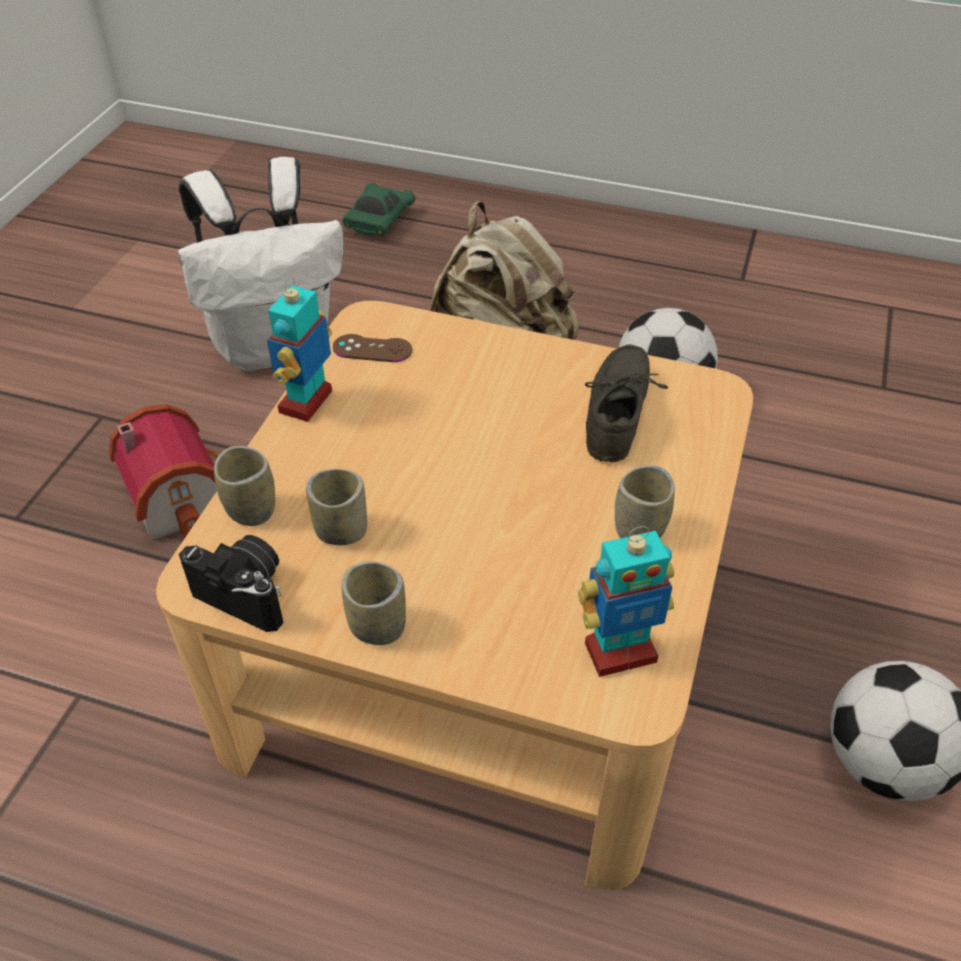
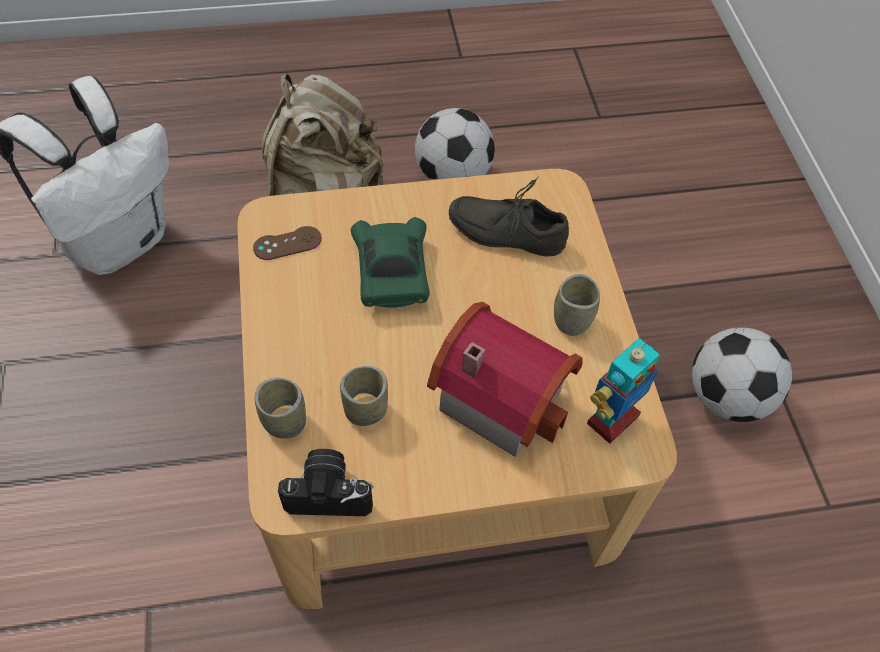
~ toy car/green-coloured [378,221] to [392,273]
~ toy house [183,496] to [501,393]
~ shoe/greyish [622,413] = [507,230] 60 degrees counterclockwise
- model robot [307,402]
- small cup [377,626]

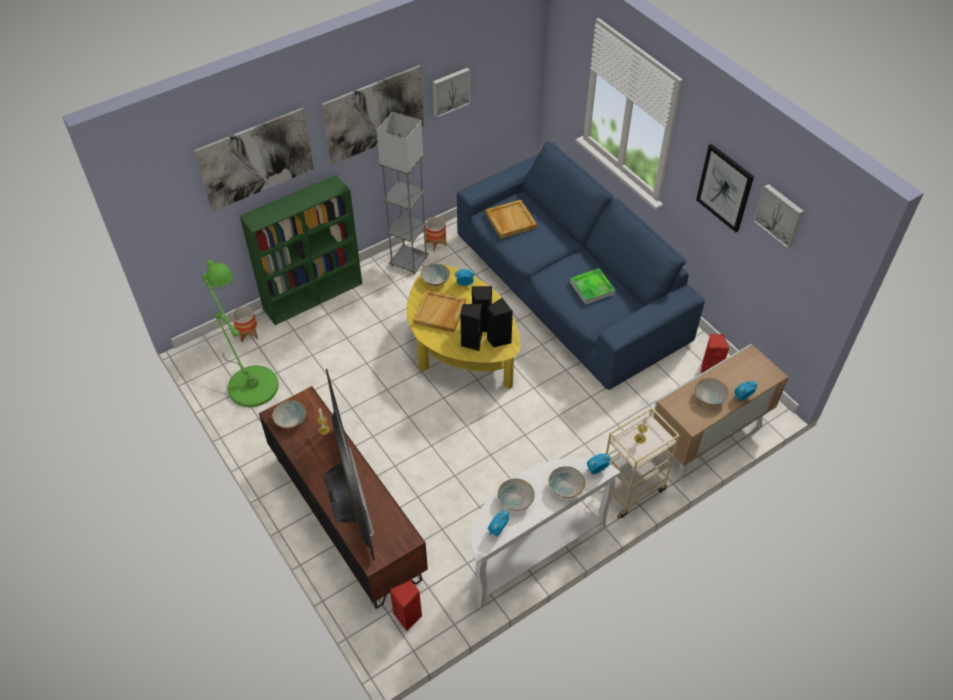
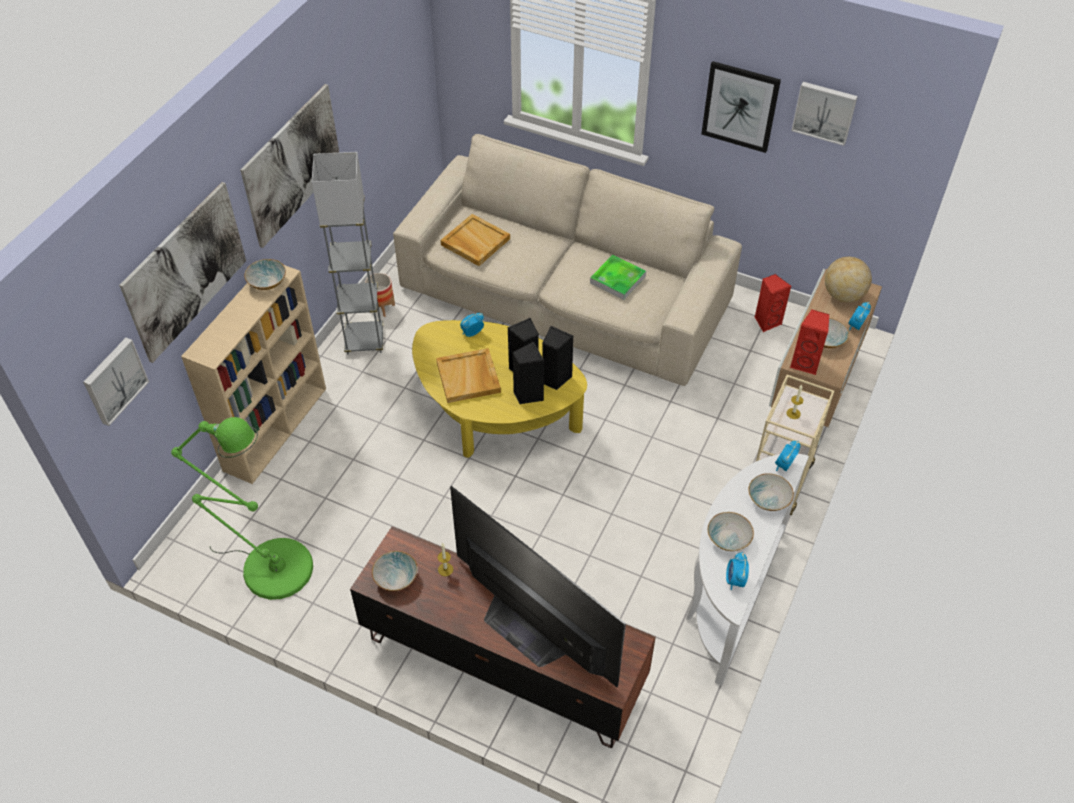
~ picture [450,91] to [114,380]
~ bookcase/green-coloured [314,295] to bookcase/beige [276,427]
~ bowl [436,280] to [268,282]
~ sofa/blue [568,288] to sofa/beige [563,296]
~ audio speaker/red-coloured [408,617] to [805,363]
+ desk globe [843,295]
- flower pot [248,334]

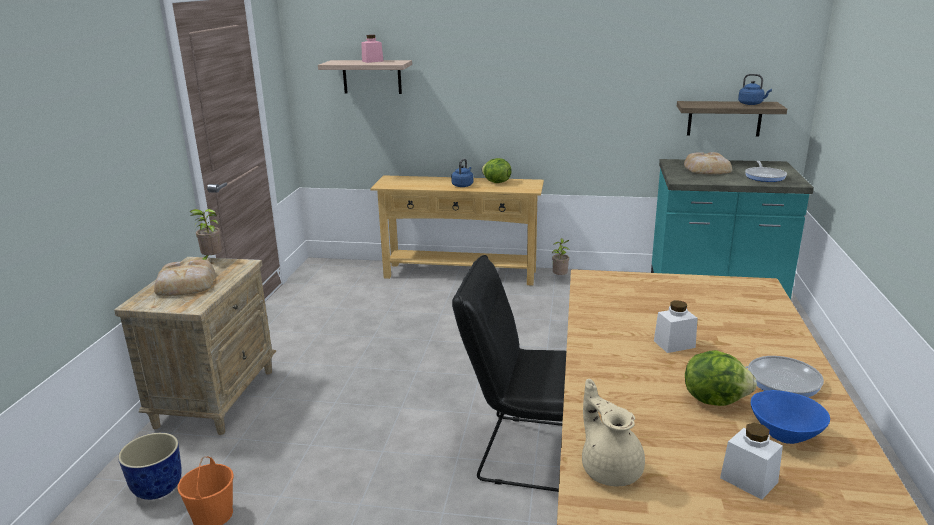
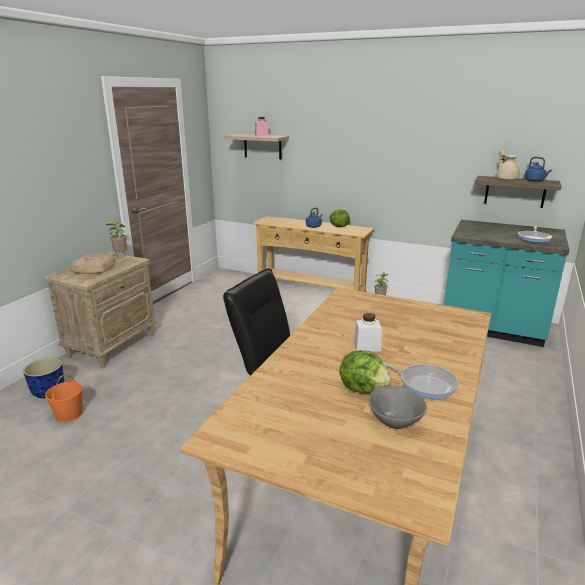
~ bowl/blue [784,434] to bowl/greyish [395,421]
~ teapot/beige [610,468] to [506,179]
- bakery bread [706,169]
- storage jar/whitish [748,480]

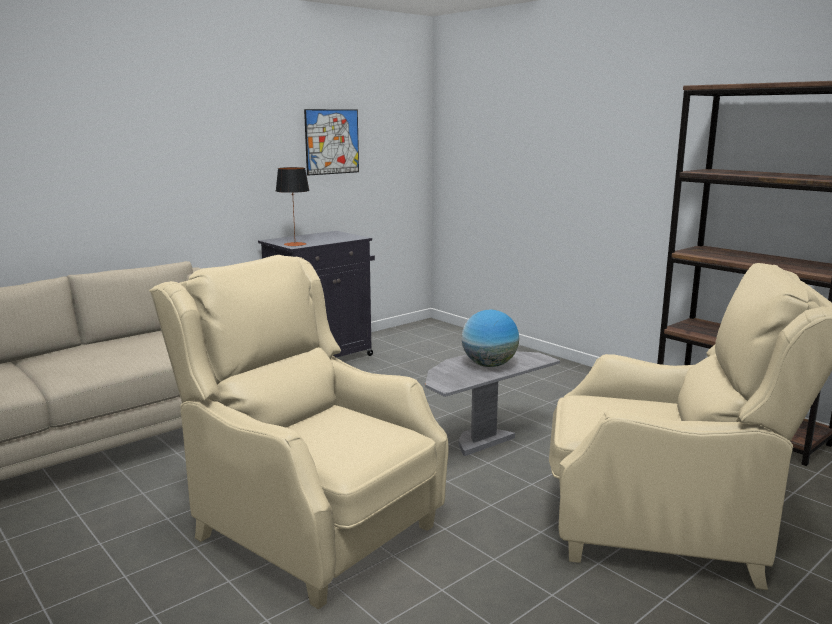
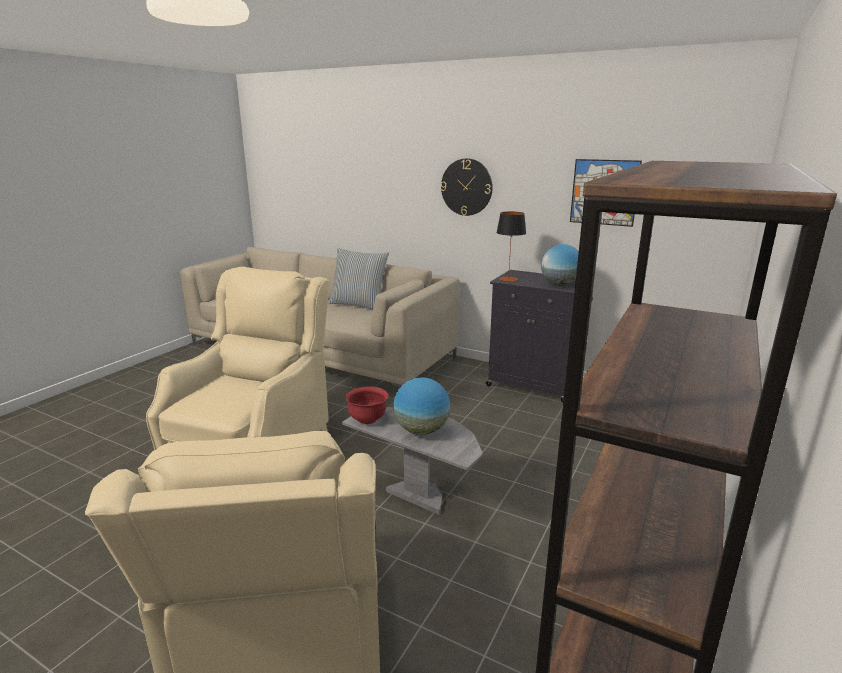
+ cushion [359,305]
+ bowl/red-coloured [367,419]
+ clock on the wall [466,187]
+ desk globe [560,285]

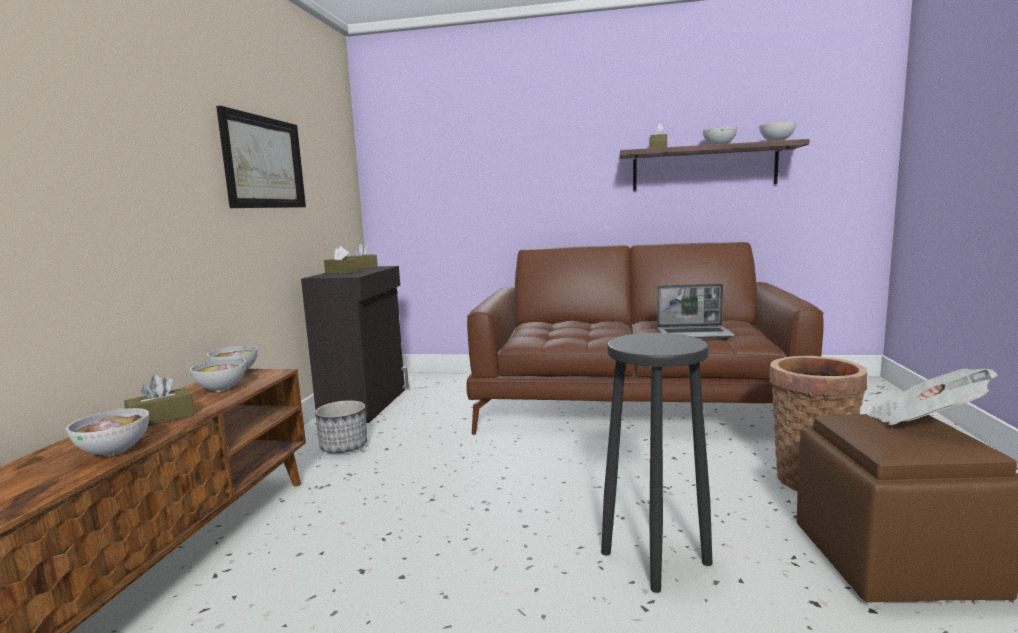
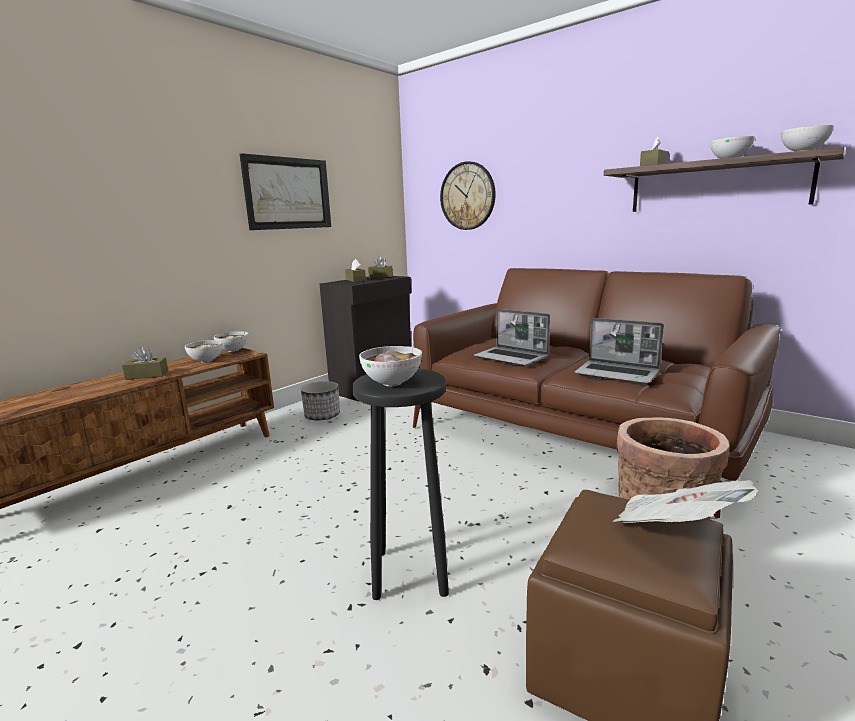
~ bowl [115,451] to [393,383]
+ clock on the wall [467,196]
+ portable computer [512,357]

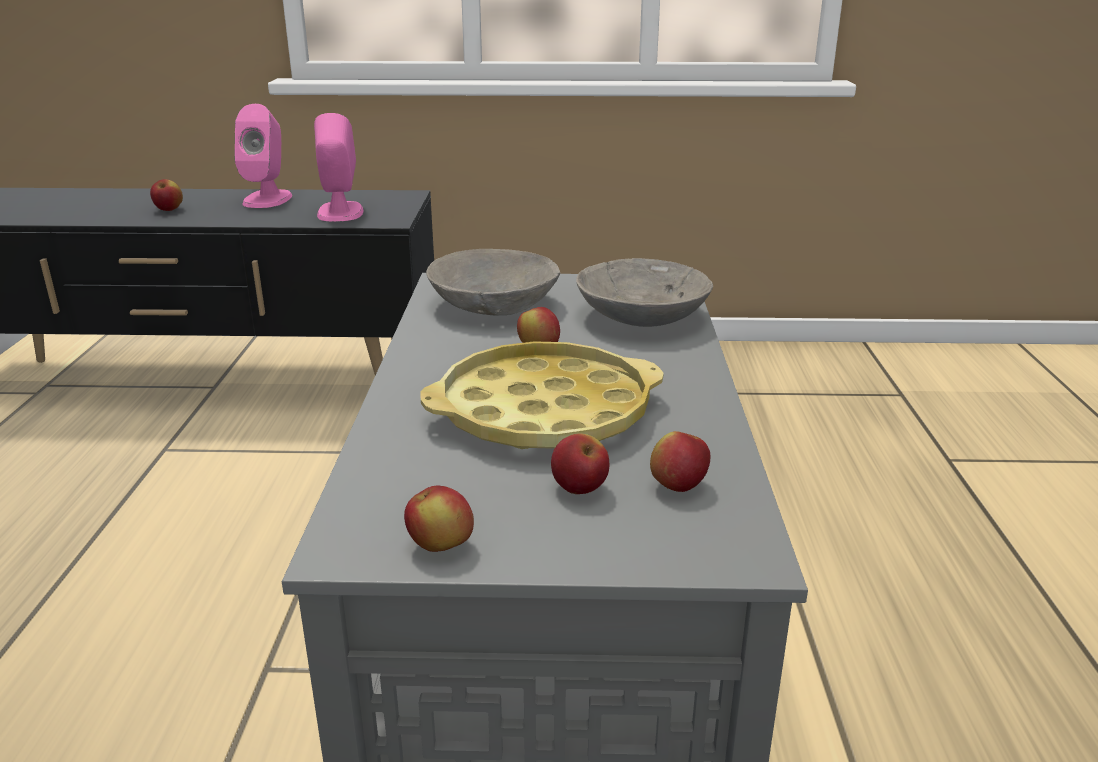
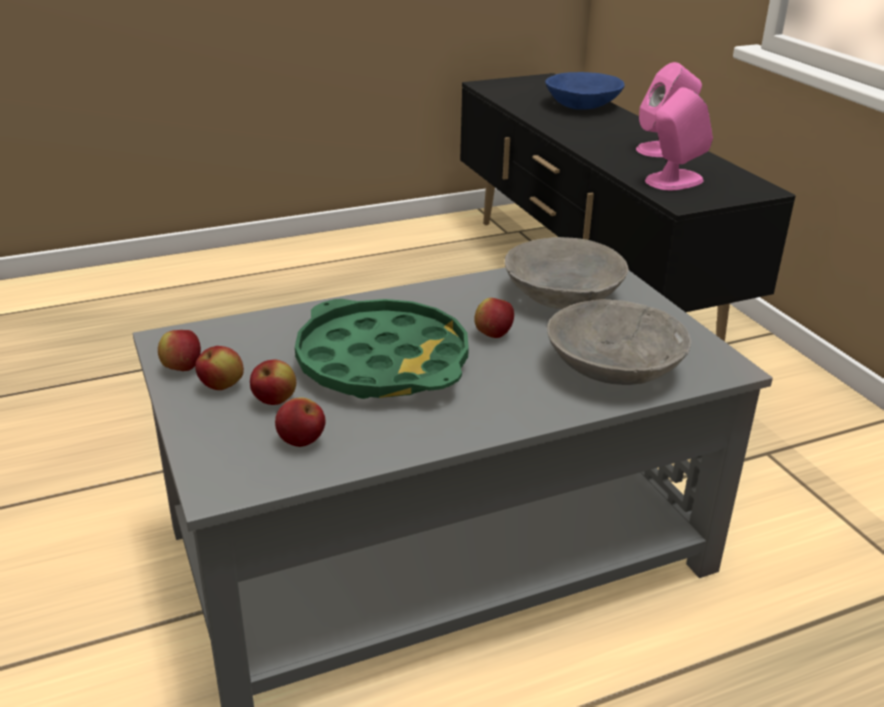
~ whole apple [169,210] to [222,387]
~ tray/yellowish [544,411] to tray/green-coloured [382,362]
+ bowl/blue [583,105]

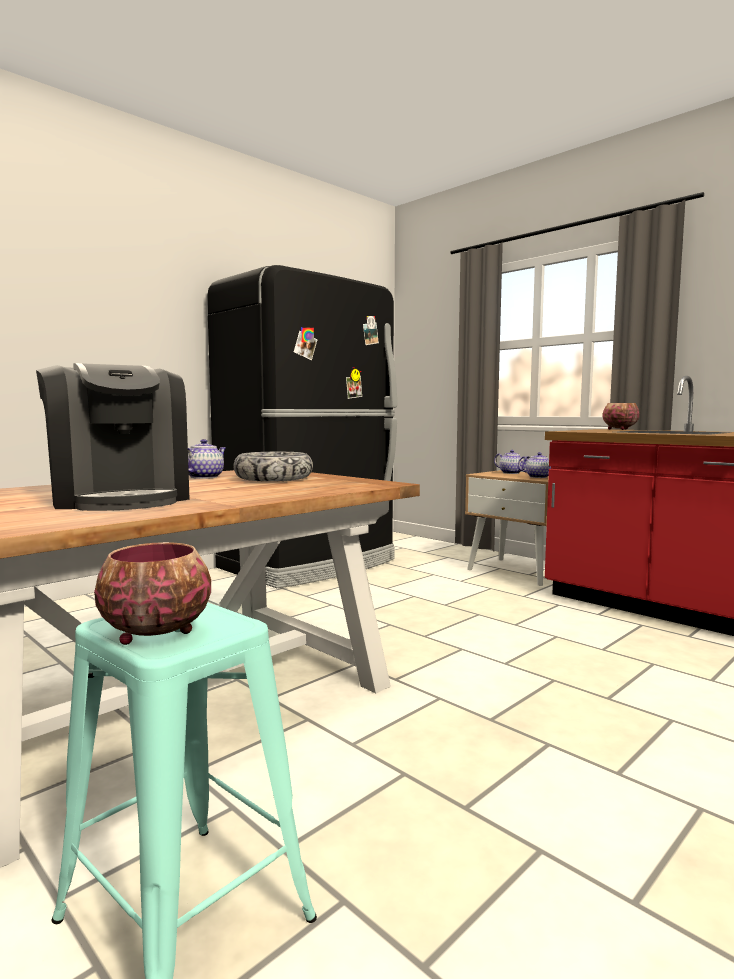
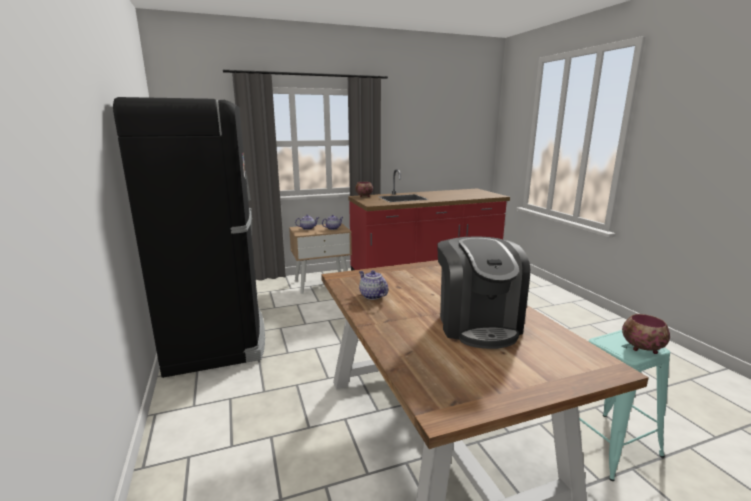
~ coffee maker [120,499] = [477,324] 90 degrees clockwise
- bowl [273,478]

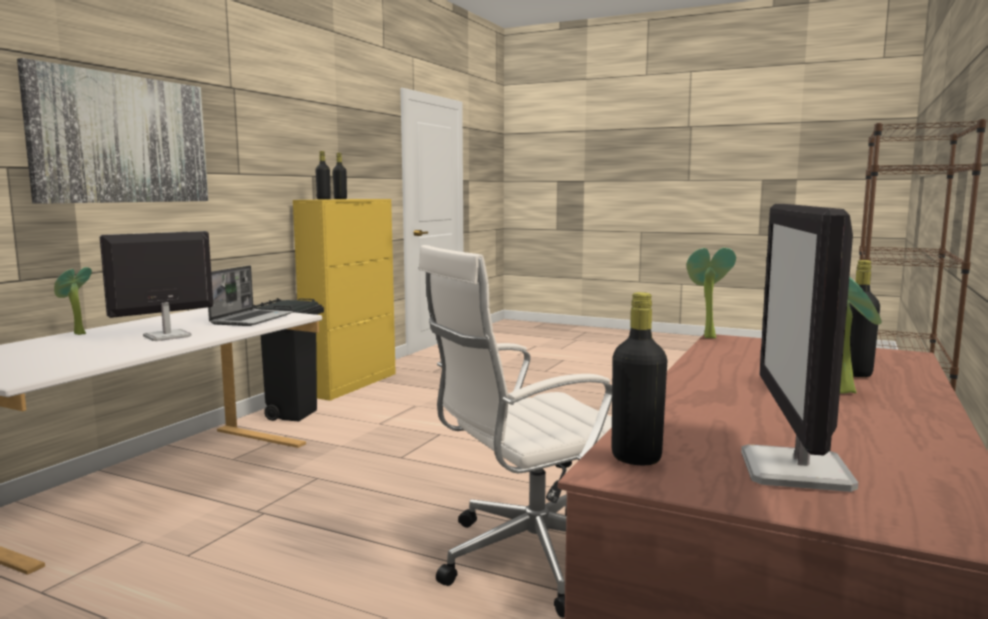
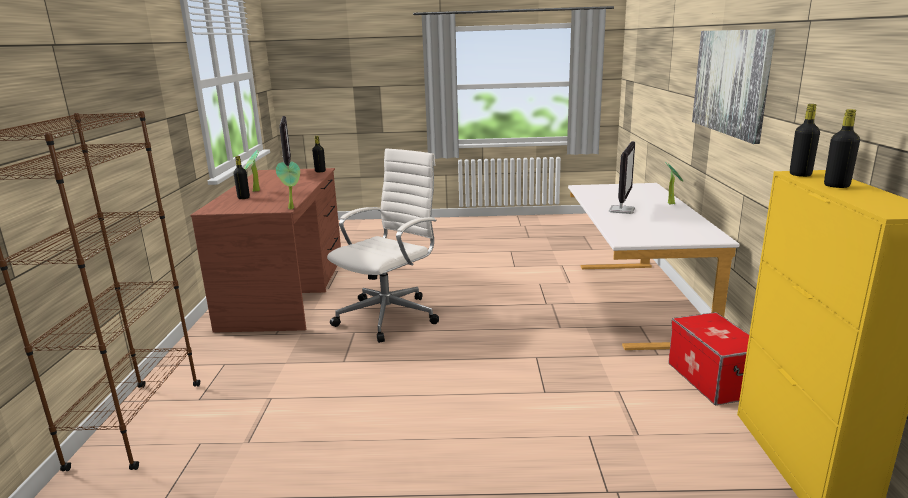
~ trash can/black [293,414] to storage box [713,379]
- portable computer [252,319]

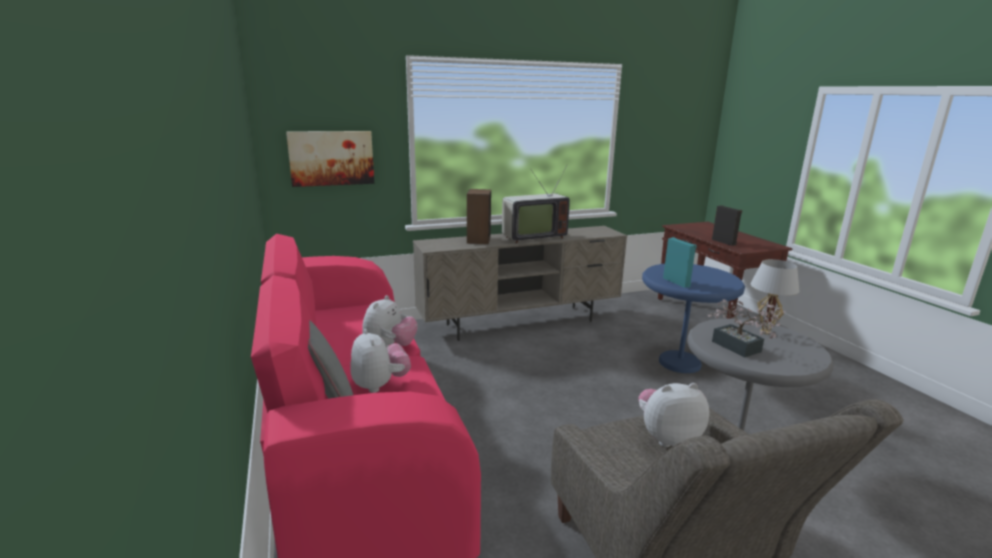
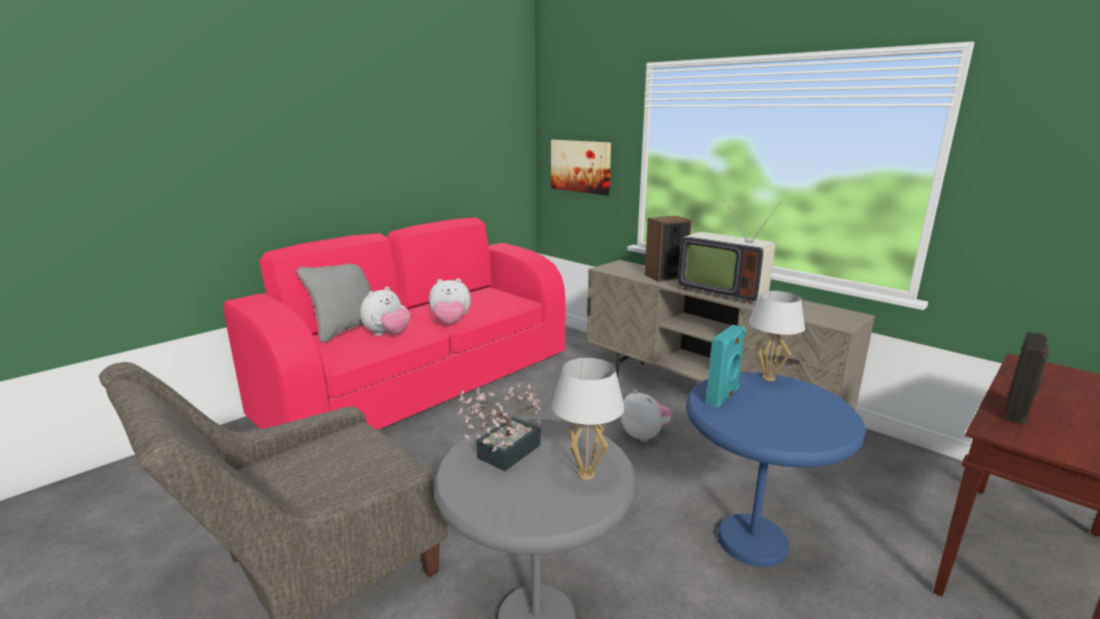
~ cuddly toy [667,437] to [645,435]
+ table lamp/whitish [769,378]

